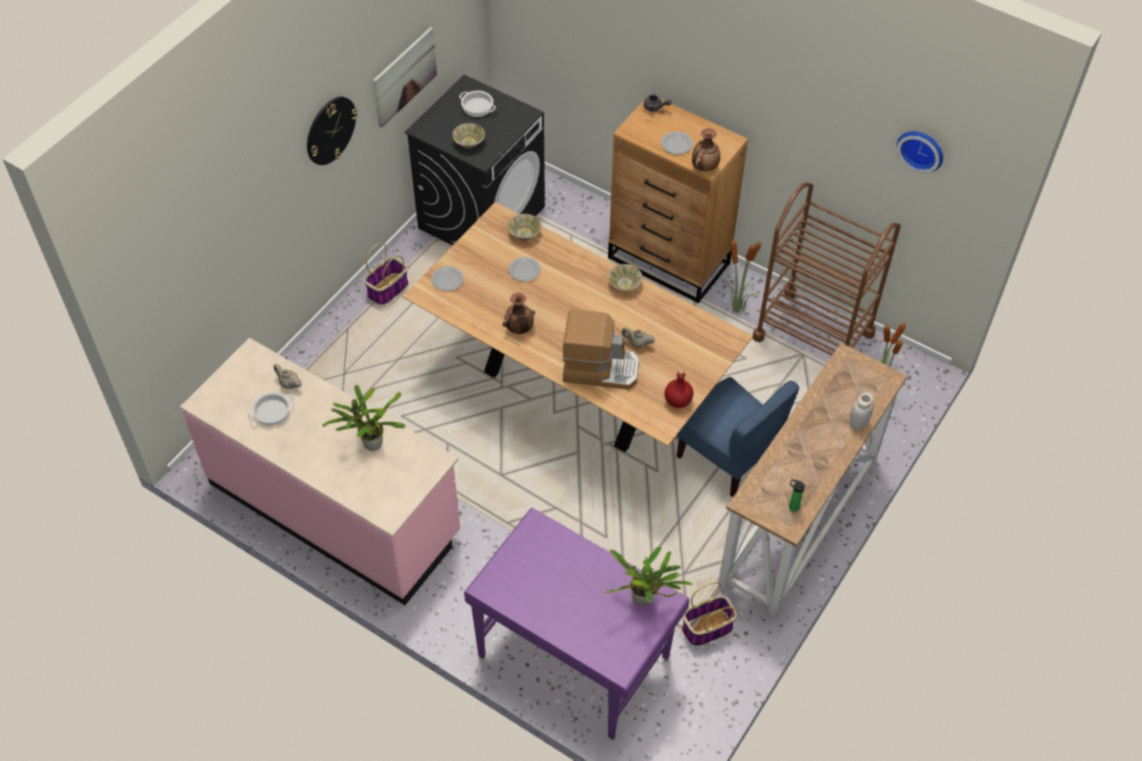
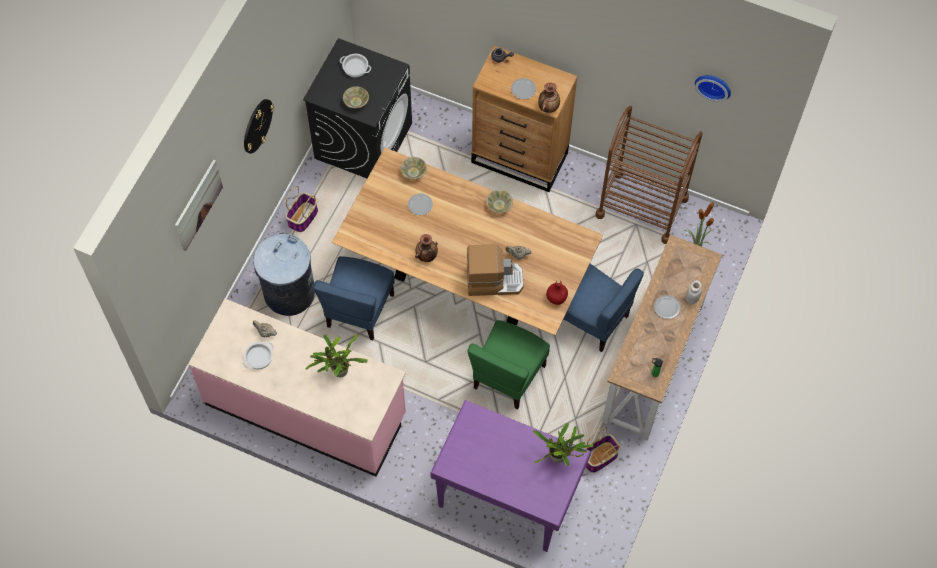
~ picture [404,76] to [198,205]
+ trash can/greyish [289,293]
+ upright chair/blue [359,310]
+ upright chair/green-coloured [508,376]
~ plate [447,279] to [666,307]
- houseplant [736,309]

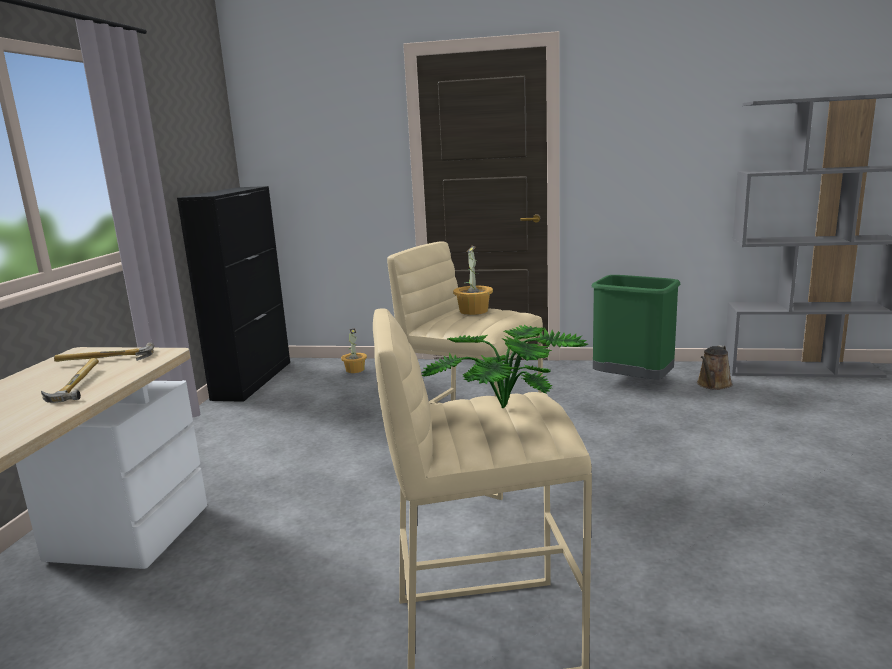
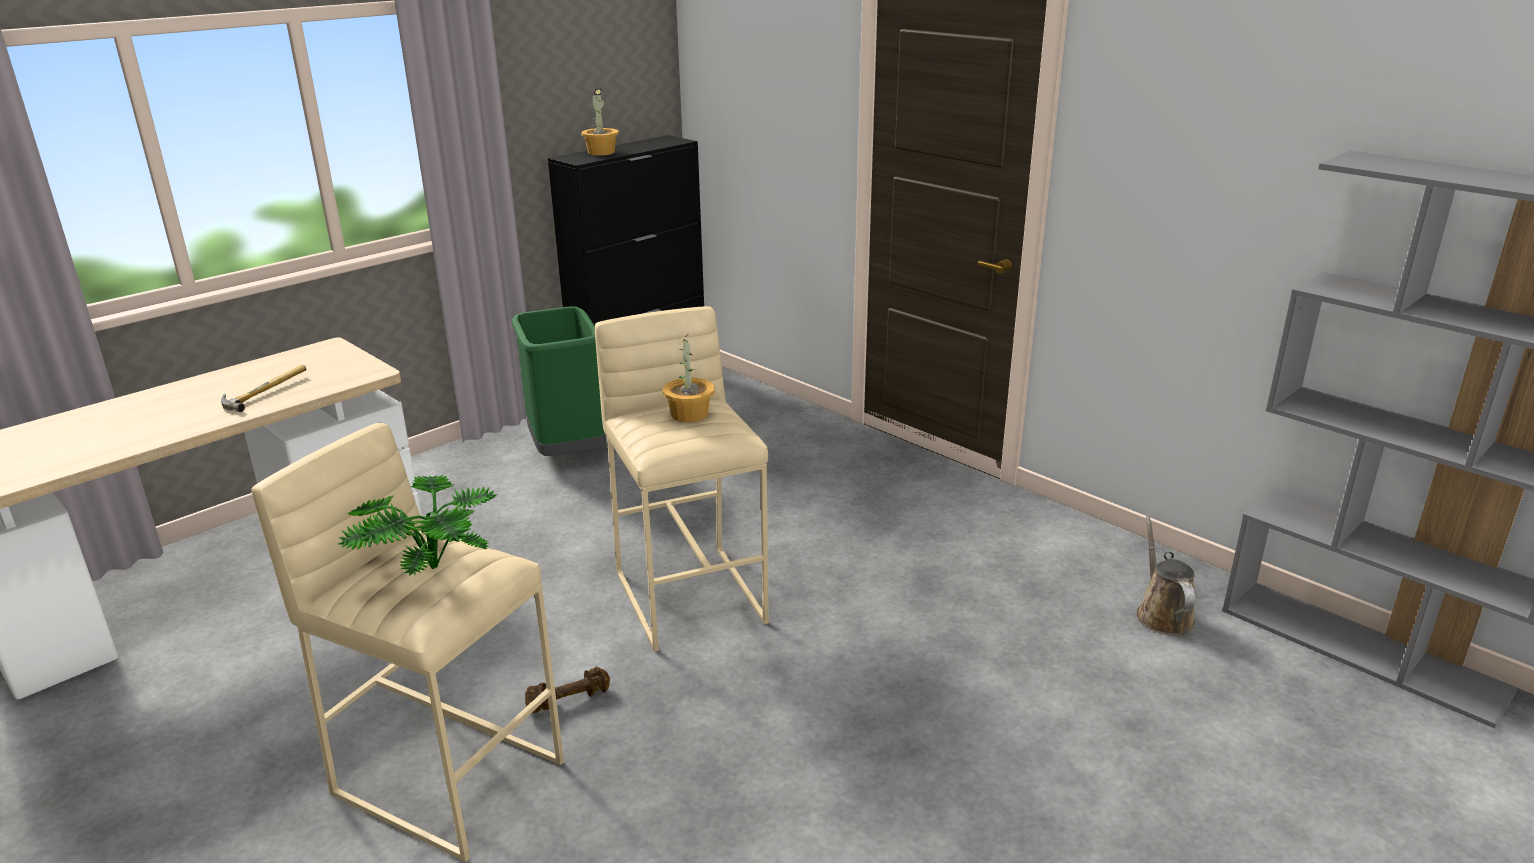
~ trash can/green-coloured [633,382] to [568,451]
+ dumbbell/brown [568,700]
~ houseplant [355,370] to [601,152]
~ watering pot/brown [713,385] = [1162,614] 105 degrees clockwise
- hand hammer [106,361]

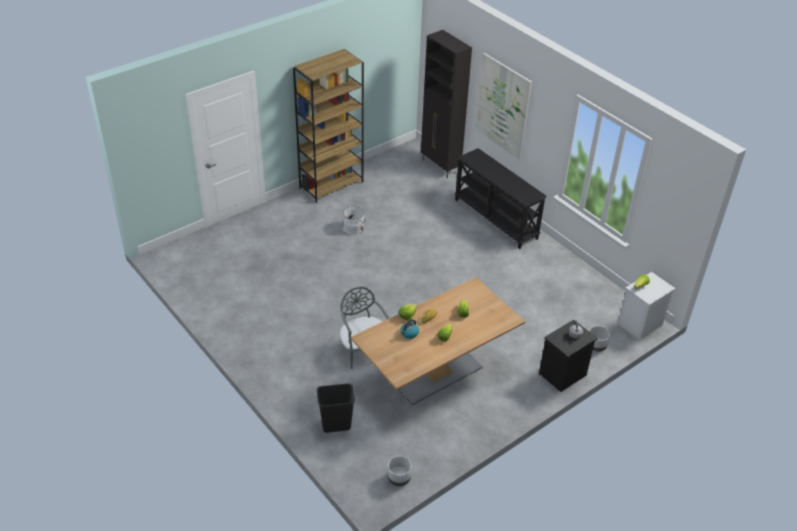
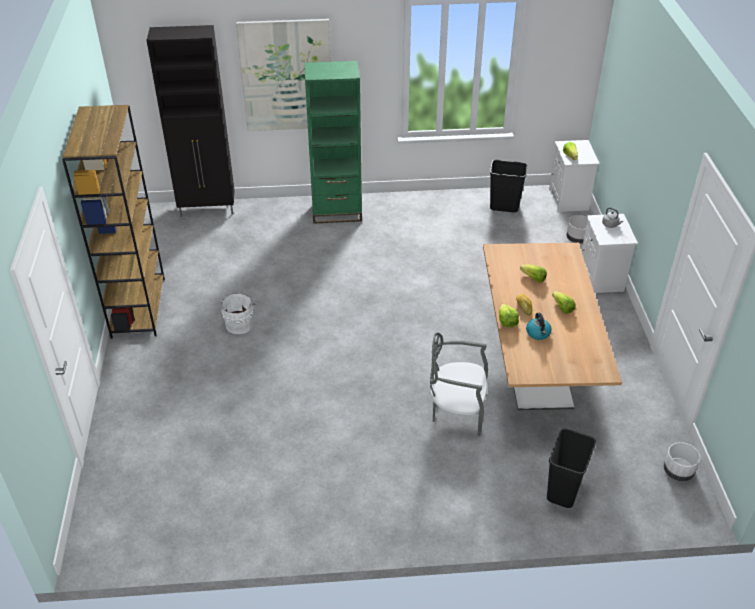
~ narrow table/black [496,219] to bookcase/green-coloured [337,212]
+ trash can/black [504,206]
~ night table/black [562,375] to night table/whitish [602,279]

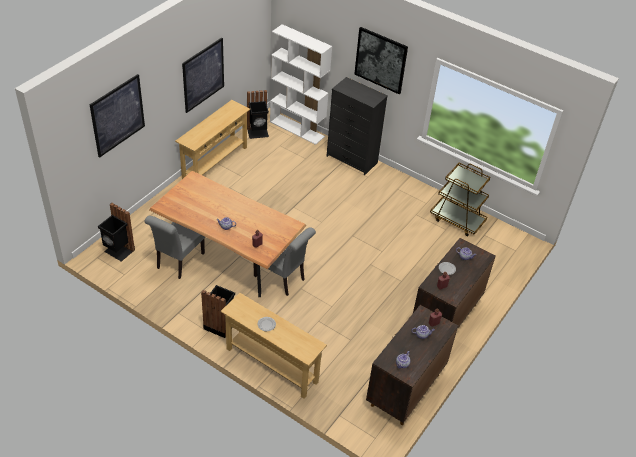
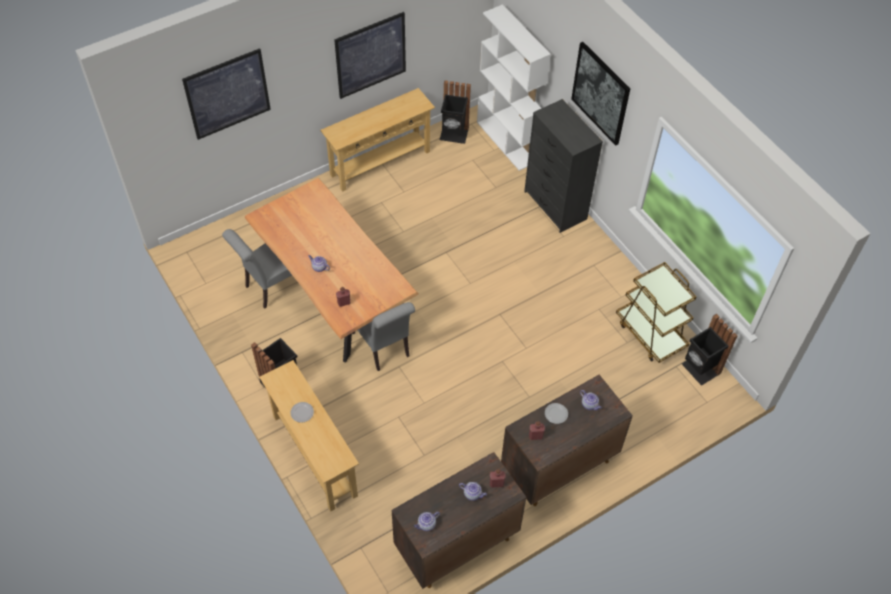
~ trash can/black [118,251] to [700,369]

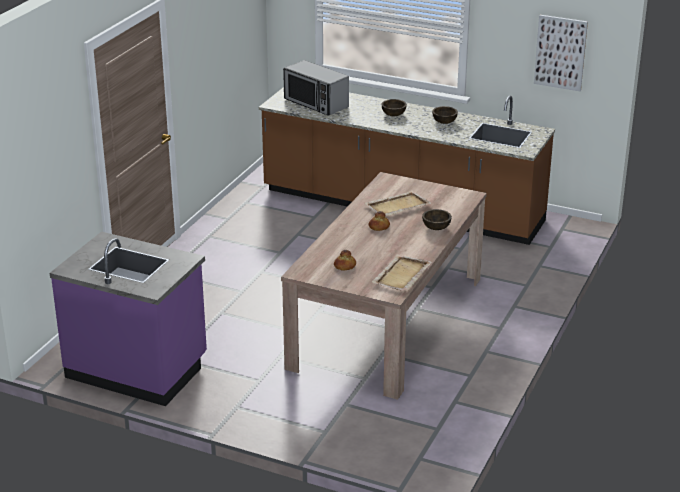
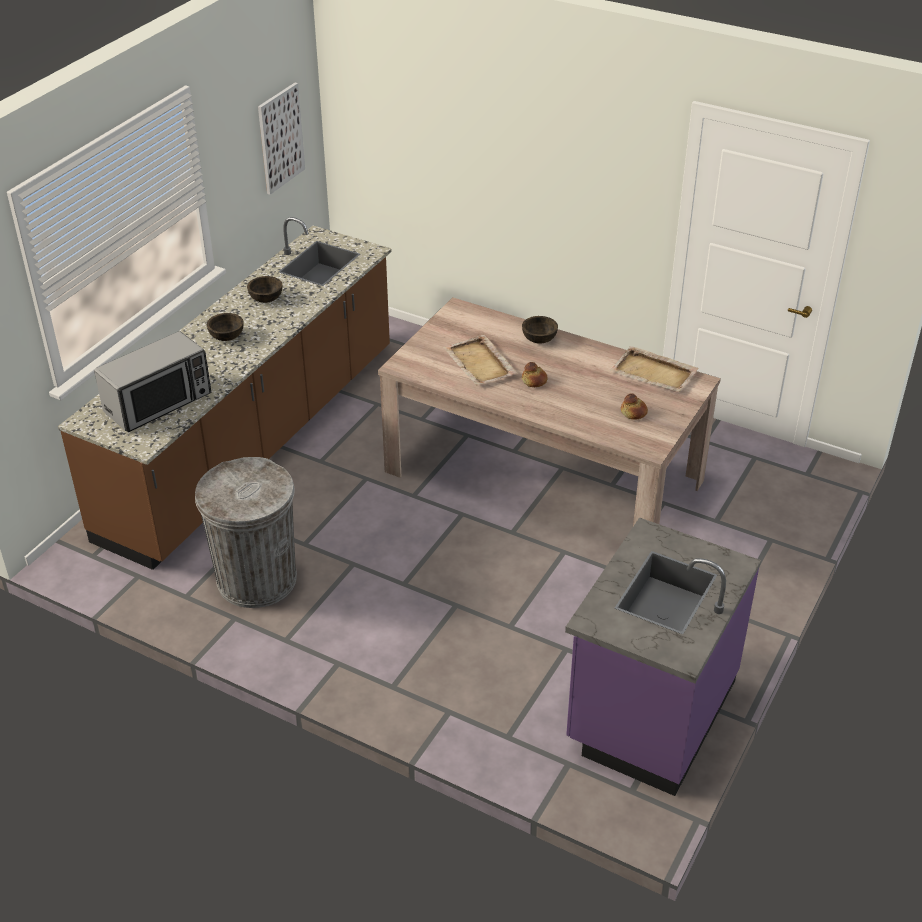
+ trash can/greyish [256,579]

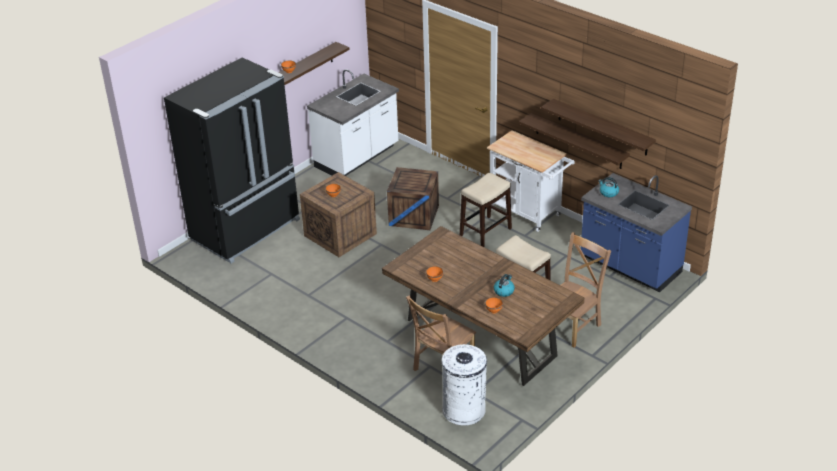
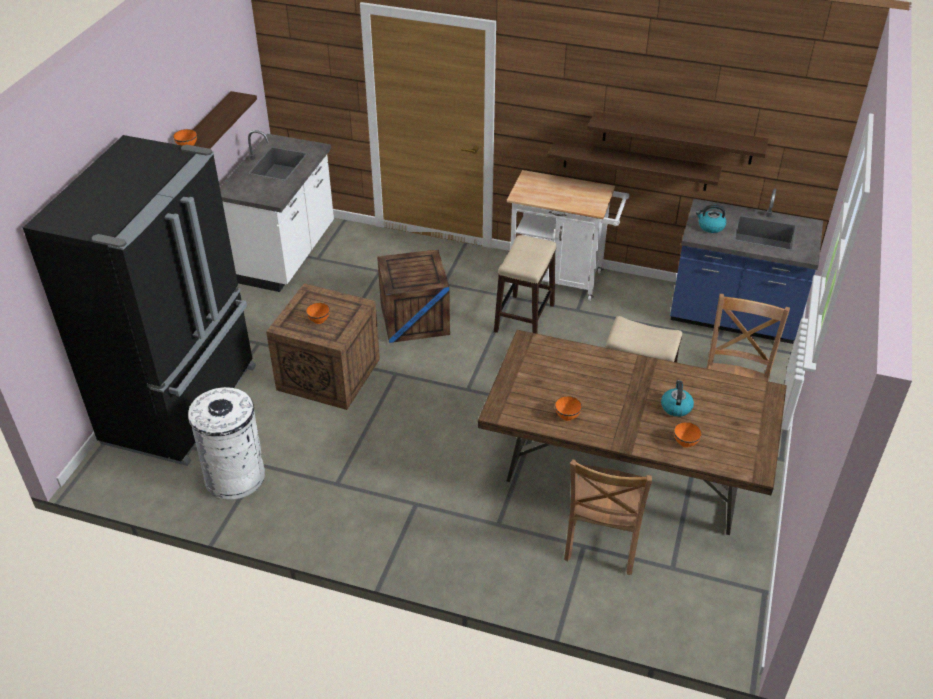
~ trash can/whitish [464,410] to [235,477]

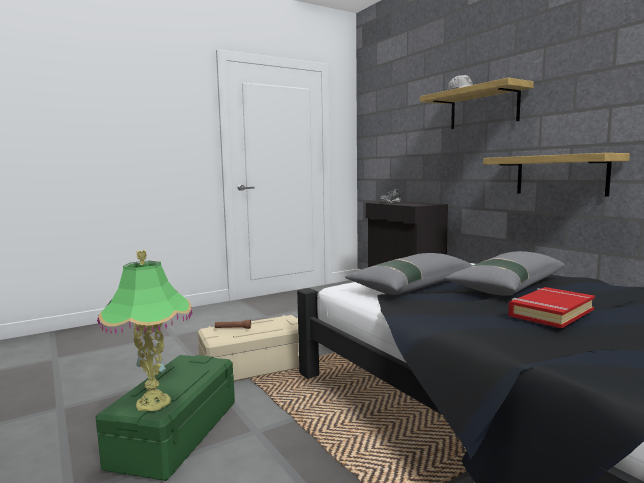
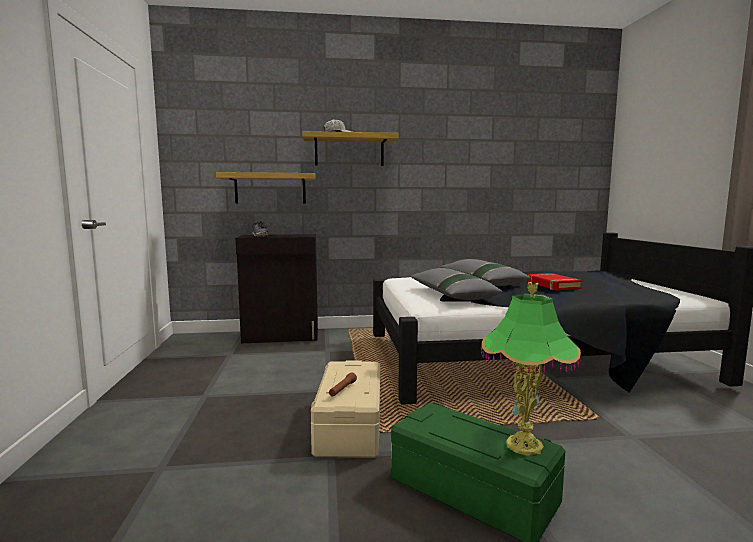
~ bracket shelf [560,175] to [270,189]

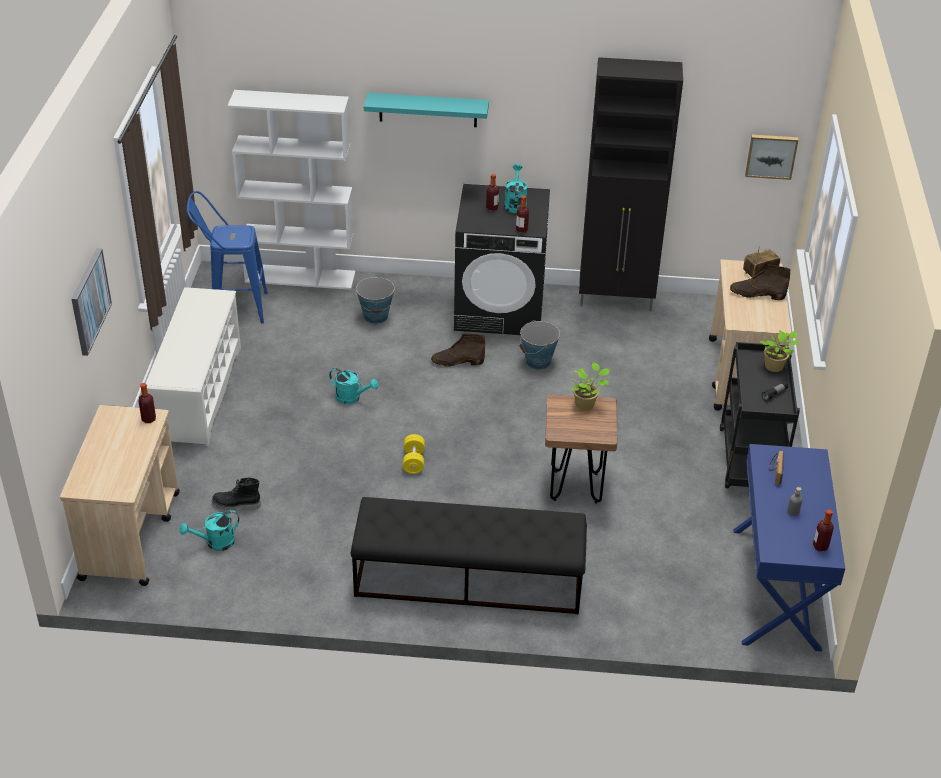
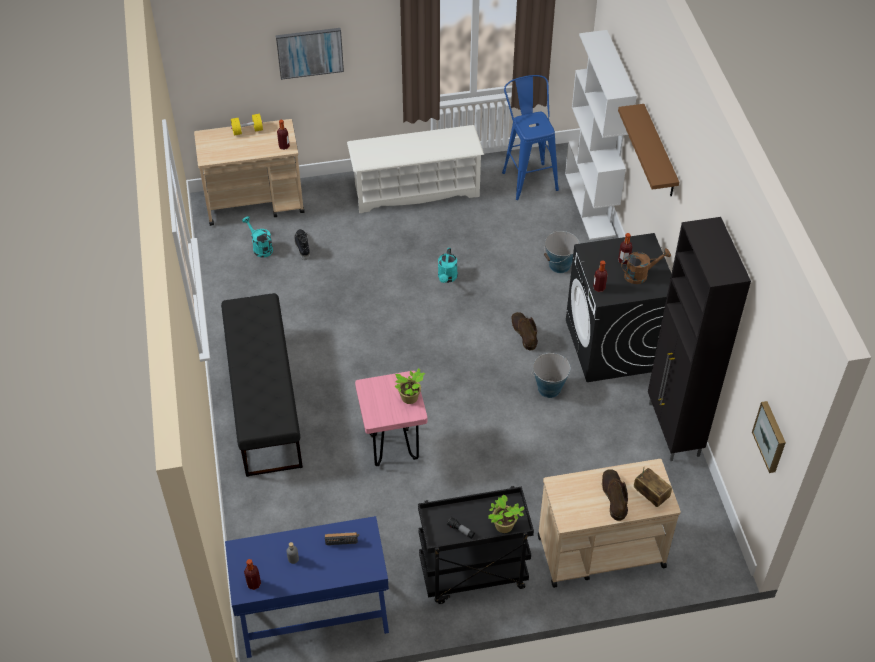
~ dumbbell/yellowish [413,461] to [247,130]
~ stool/brown [575,486] to stool/pinkish [393,447]
~ bracket shelf/blue-green [428,110] to bracket shelf/brown [659,152]
~ watering pot/blue-green [515,203] to watering pot/brown [640,274]

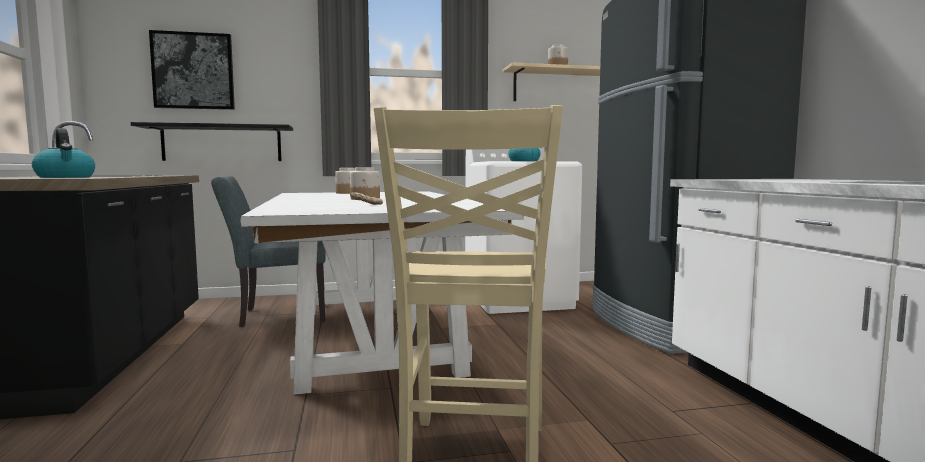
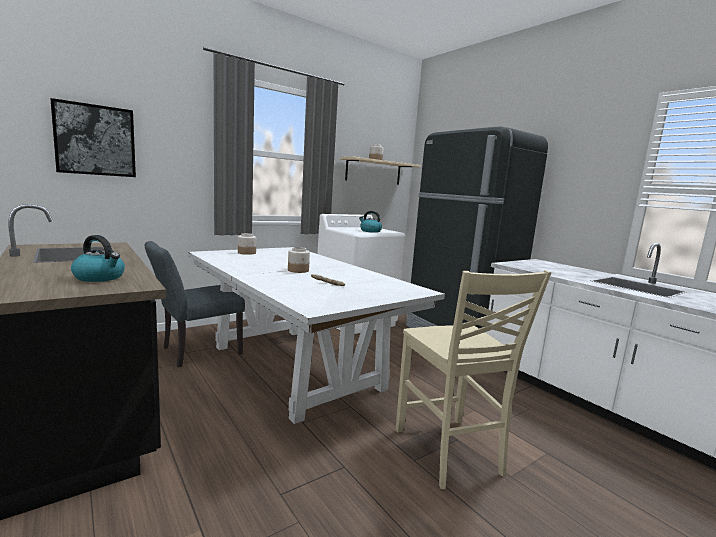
- bracket shelf/black [222,143]

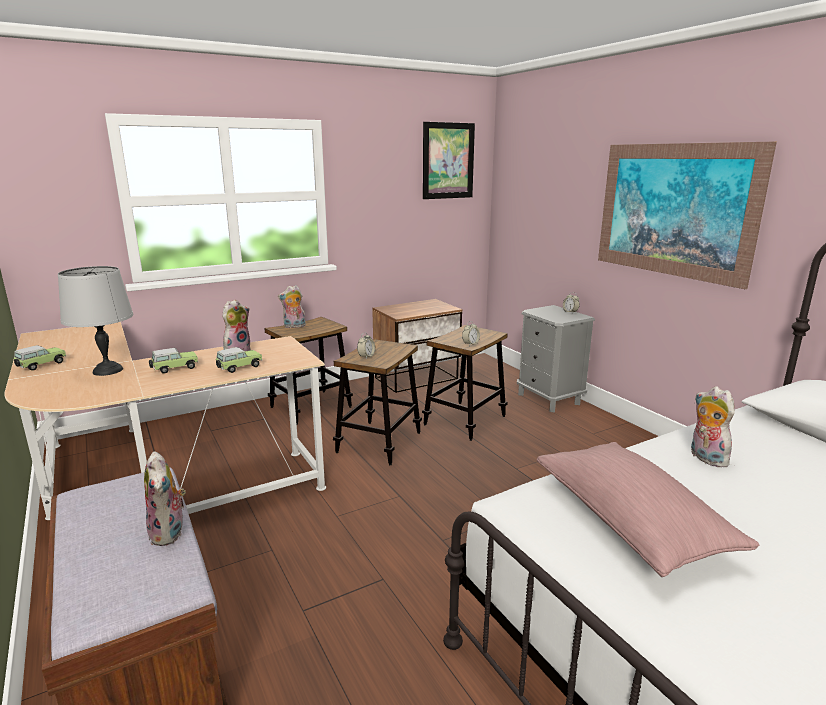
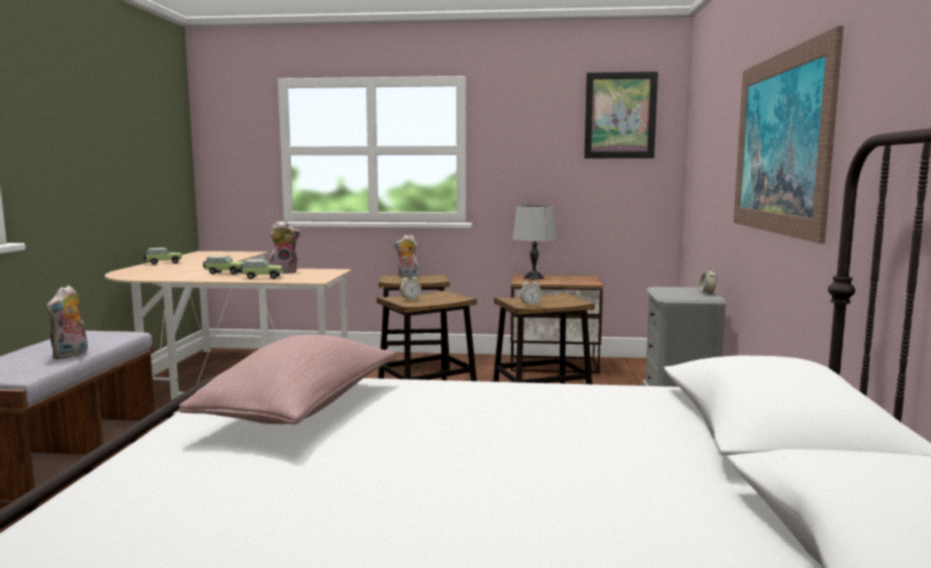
~ table lamp/greyish [107,370] to [533,278]
- cuddly toy [705,458]

